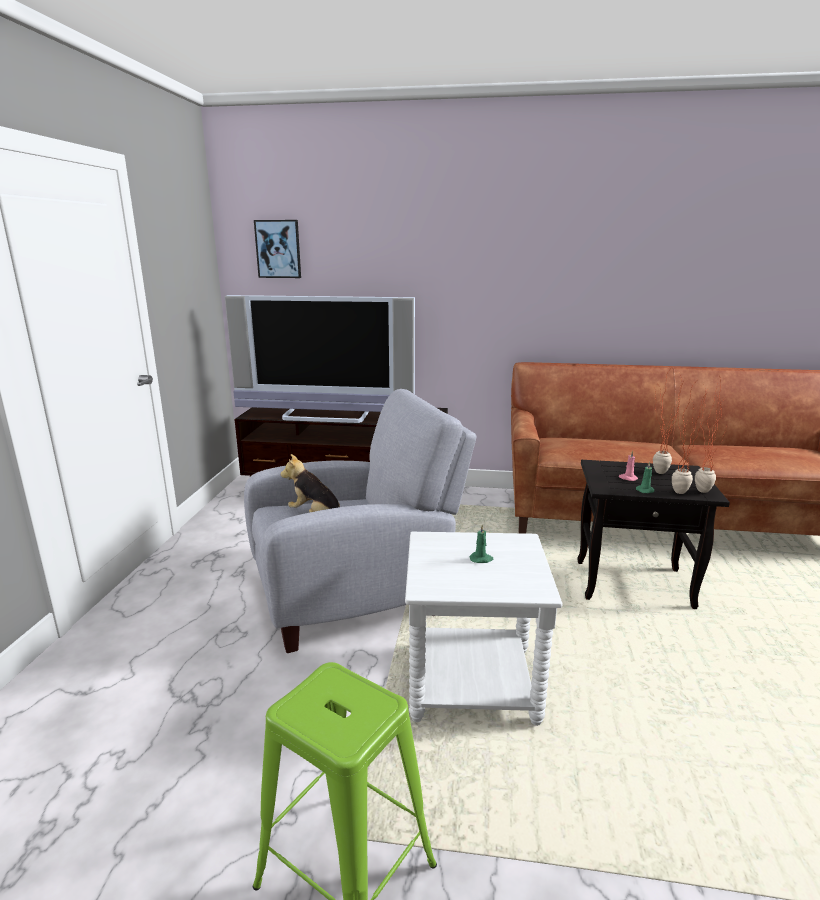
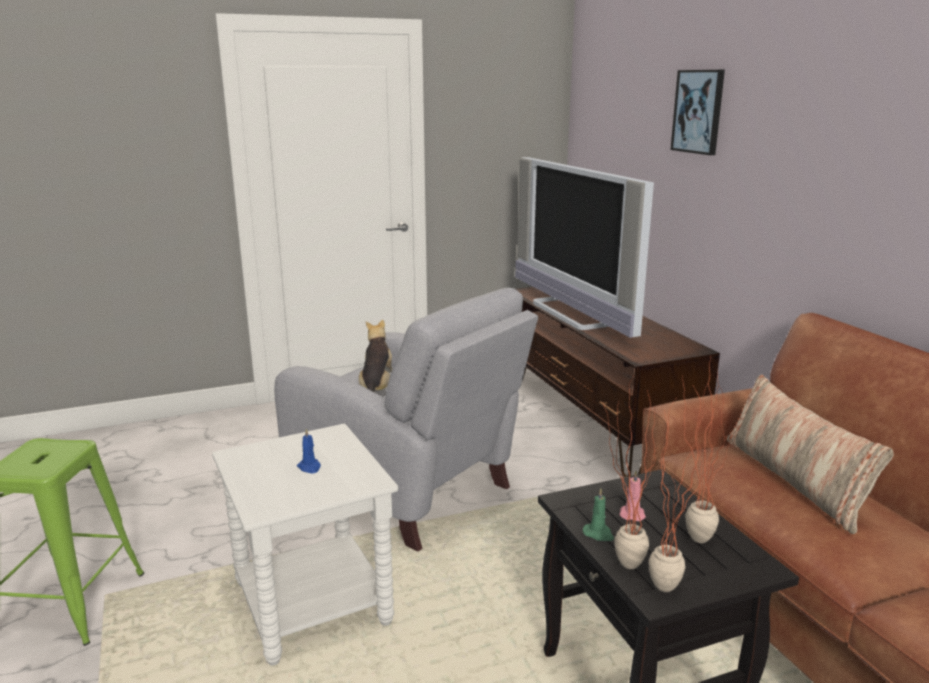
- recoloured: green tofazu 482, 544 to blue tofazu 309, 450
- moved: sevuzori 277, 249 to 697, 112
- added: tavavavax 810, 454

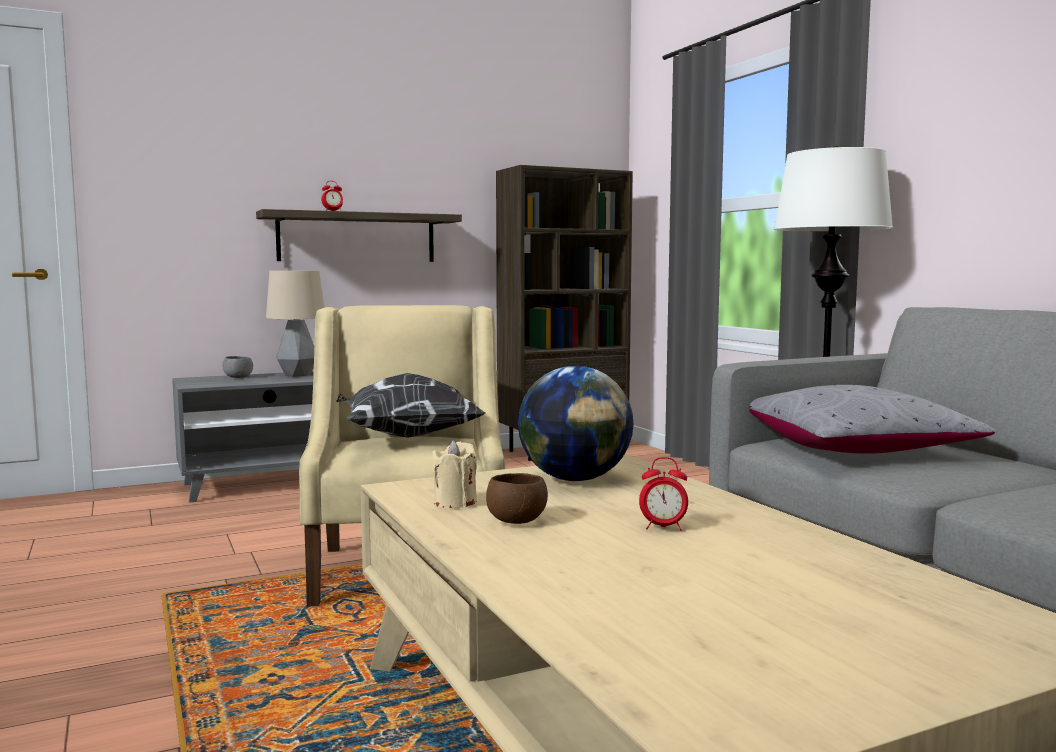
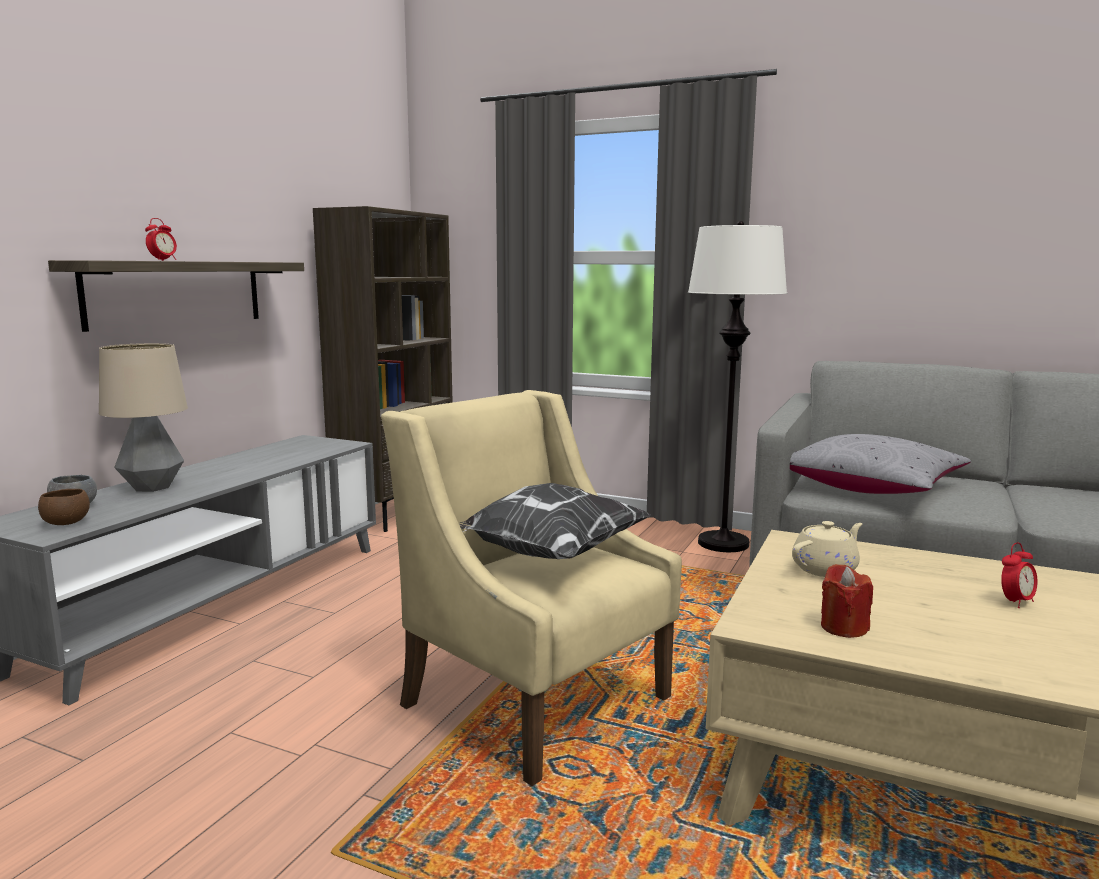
- moved: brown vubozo 517, 498 to 64, 507
- replaced: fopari 576, 423 to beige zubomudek 827, 549
- recoloured: beige tofazu 455, 474 to red tofazu 847, 601

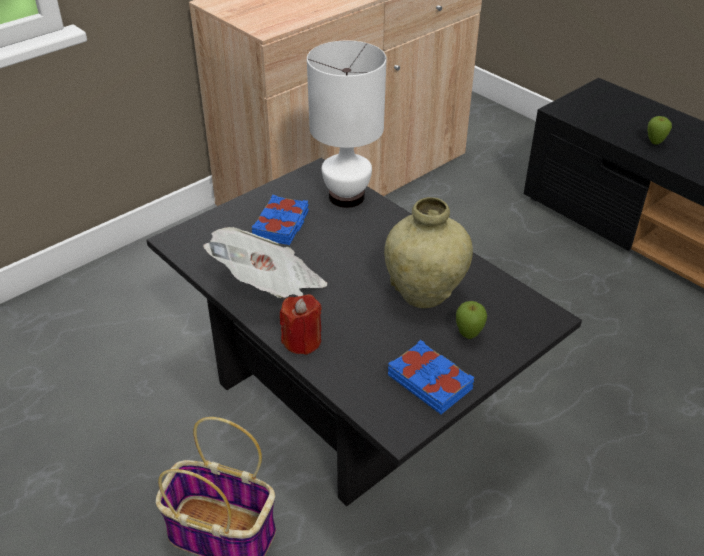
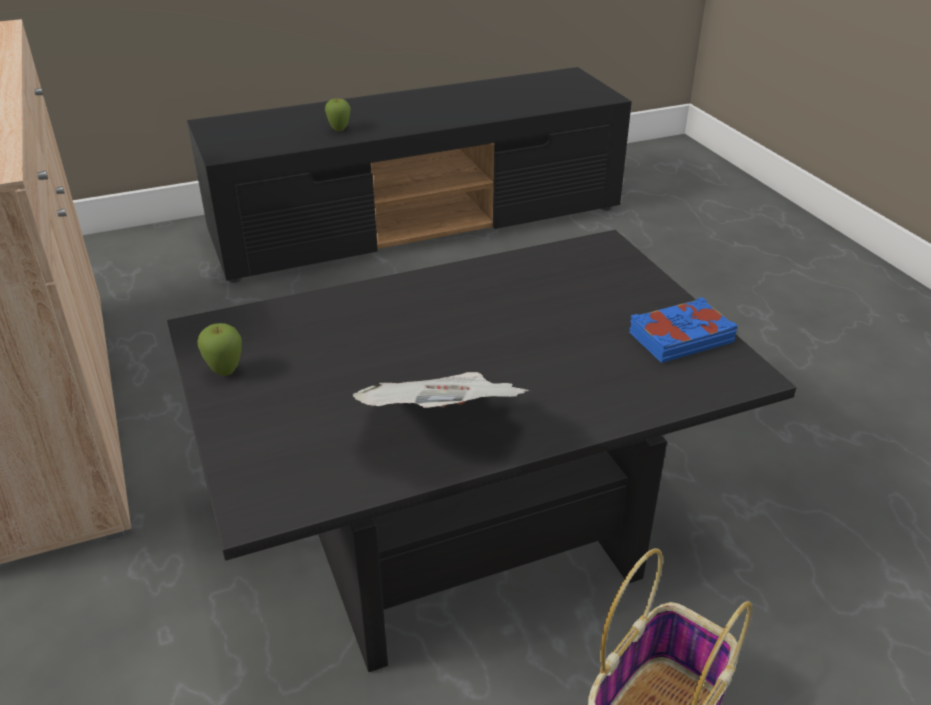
- moved: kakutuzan 471, 320 to 219, 349
- removed: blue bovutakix 280, 220
- removed: red tofazu 301, 324
- removed: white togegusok 347, 124
- removed: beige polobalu 428, 252

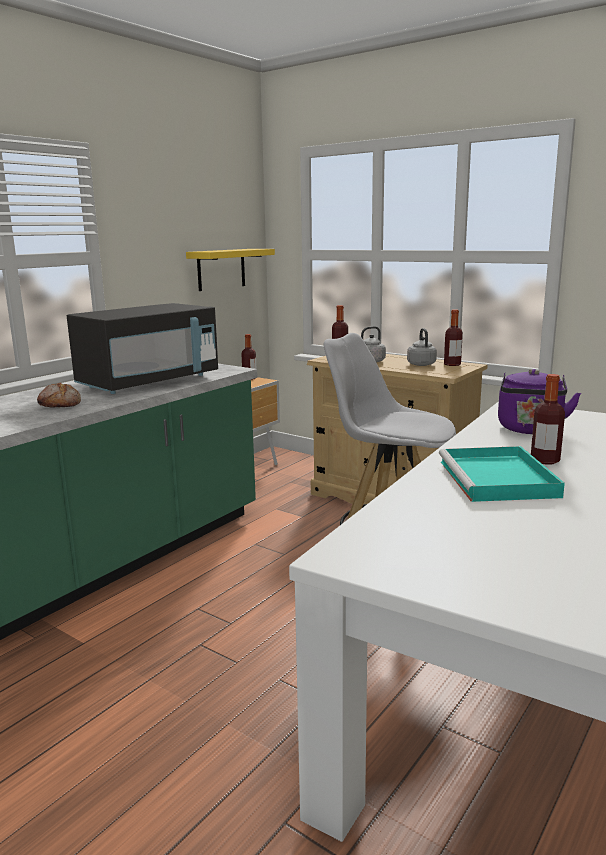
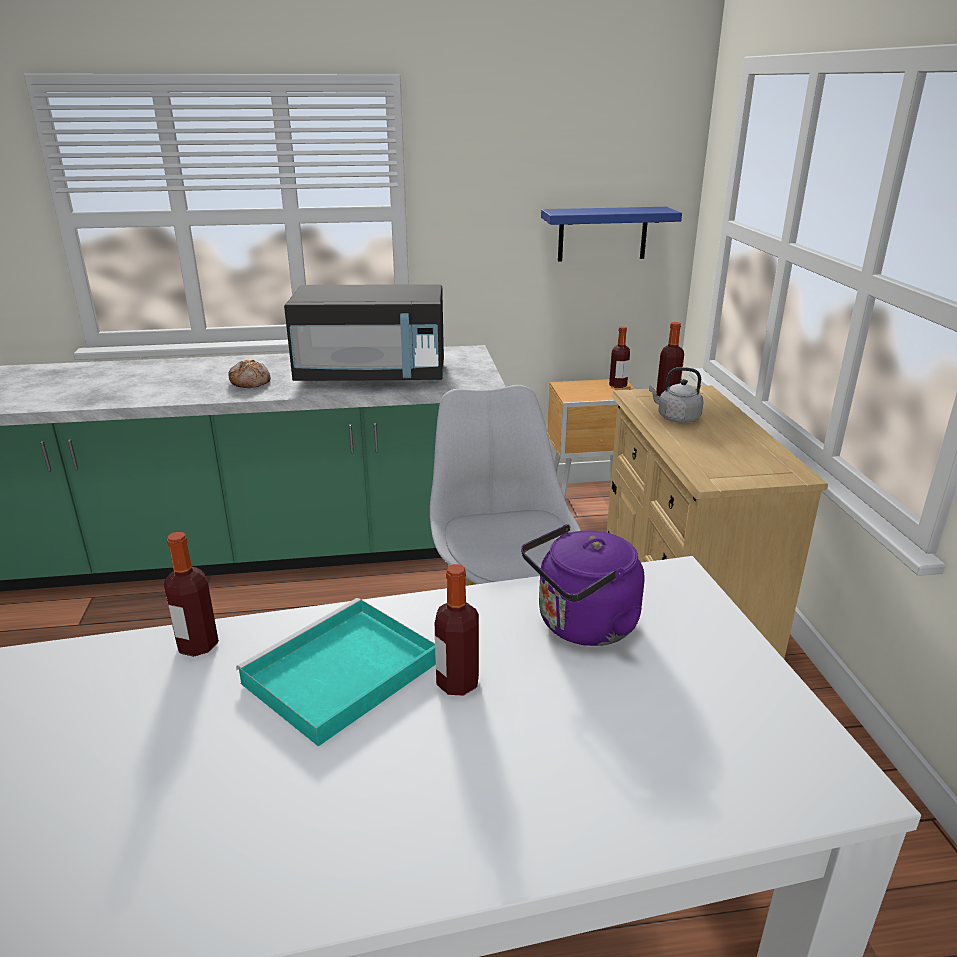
- moved: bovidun 453, 337 to 191, 594
- recoloured: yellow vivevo 230, 270 to blue vivevo 611, 234
- removed: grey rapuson 422, 347

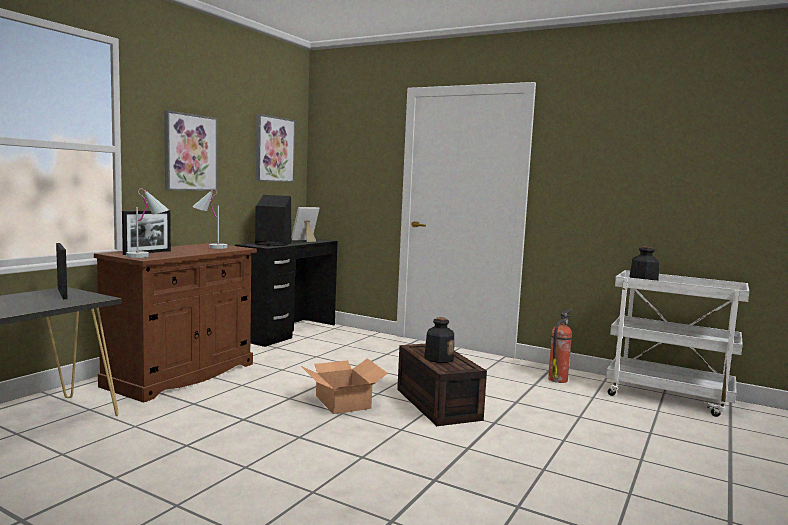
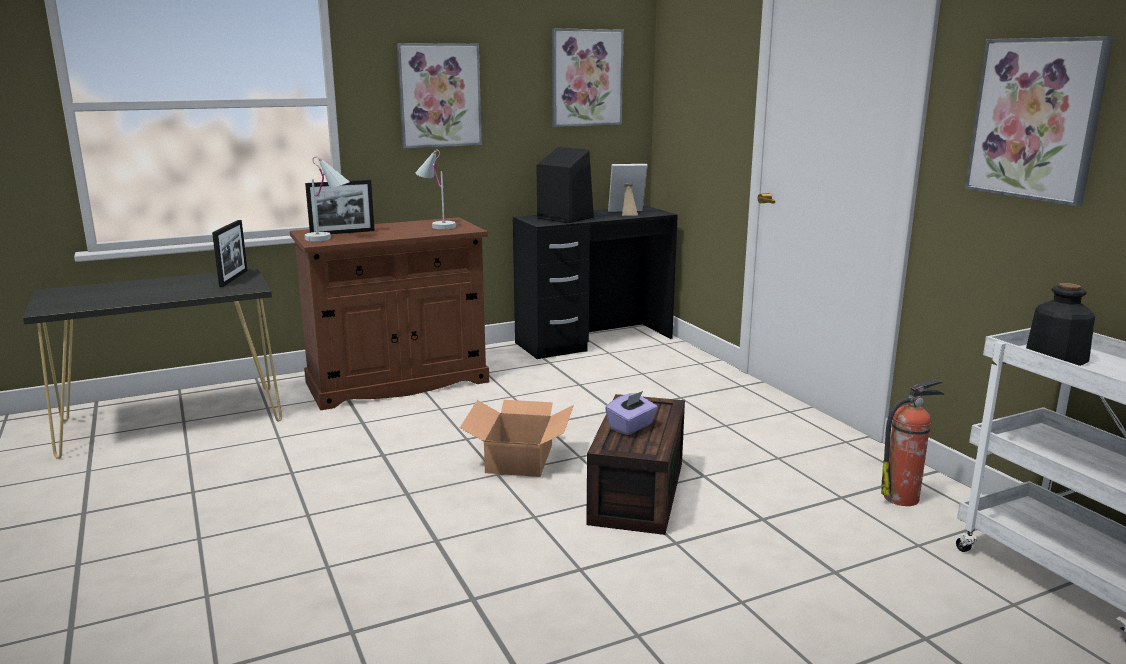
- replaced: bovidun 439, 340 to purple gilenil 631, 413
- added: sevuzori 1039, 121

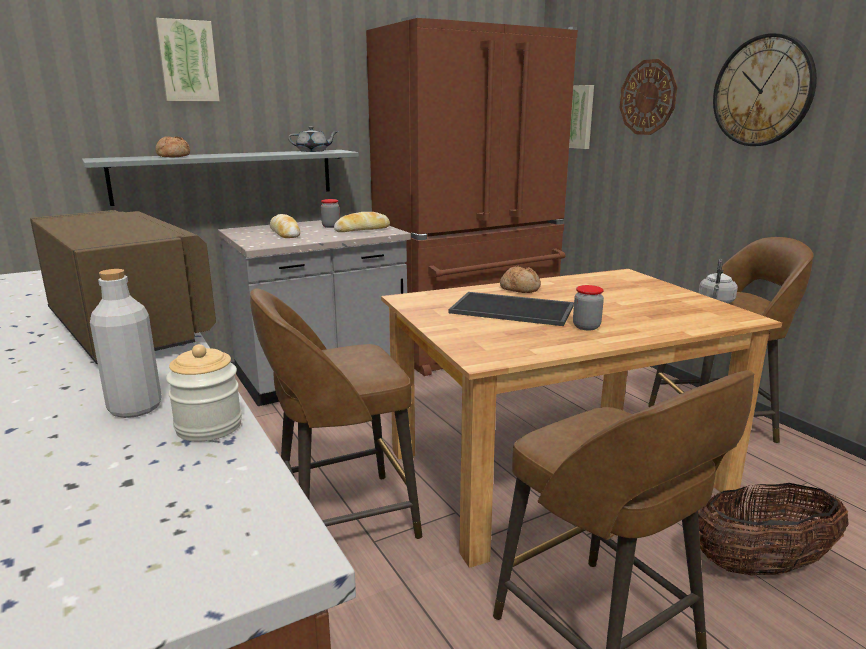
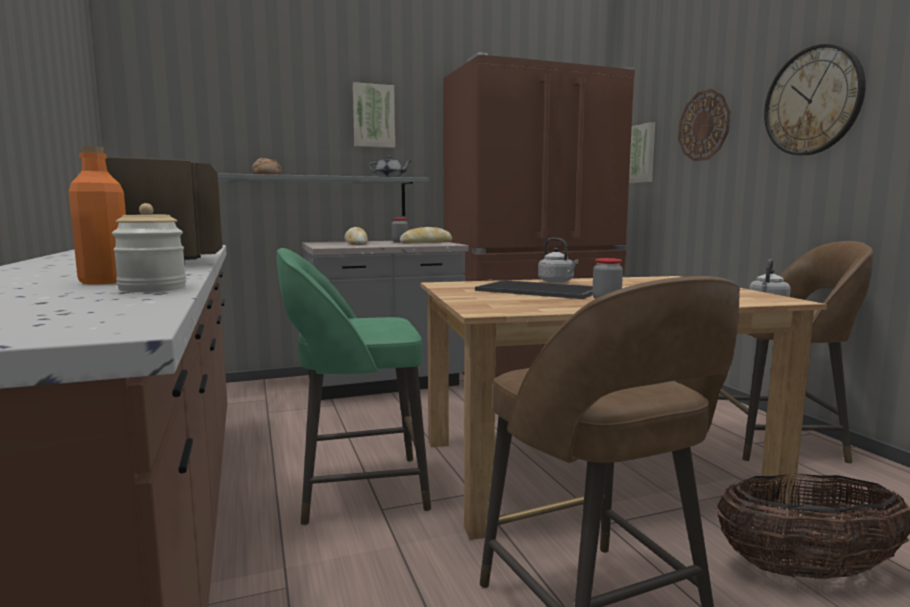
- recoloured: grey bovidun 126, 343 to orange bovidun 97, 215
- recoloured: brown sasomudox 336, 413 to green sasomudox 354, 387
- moved: sevuzori 187, 59 to 374, 115
- replaced: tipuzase 520, 279 to grey rapuson 558, 260

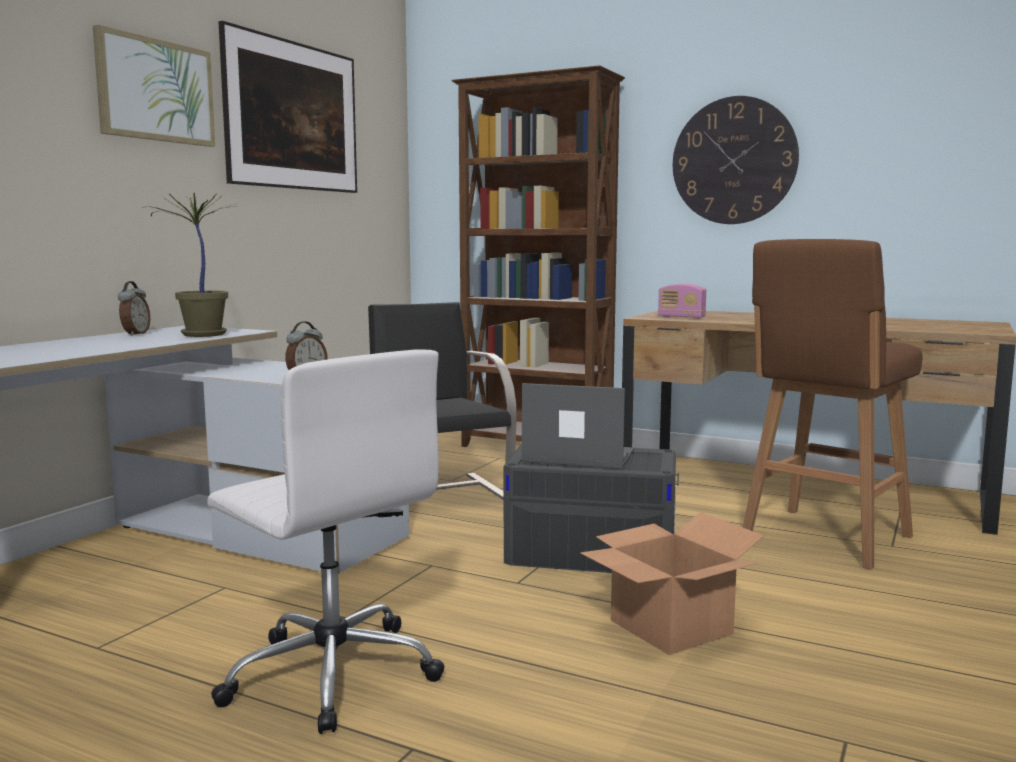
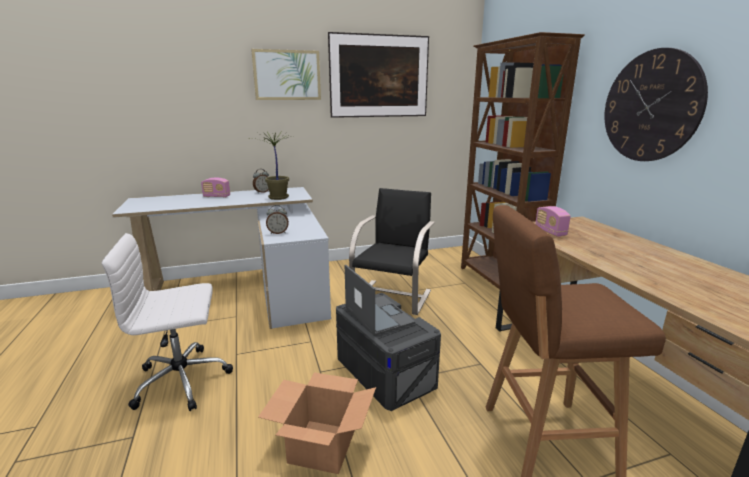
- turned: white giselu 326, 541 = 167, 322 75 degrees clockwise
- added: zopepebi 215, 188

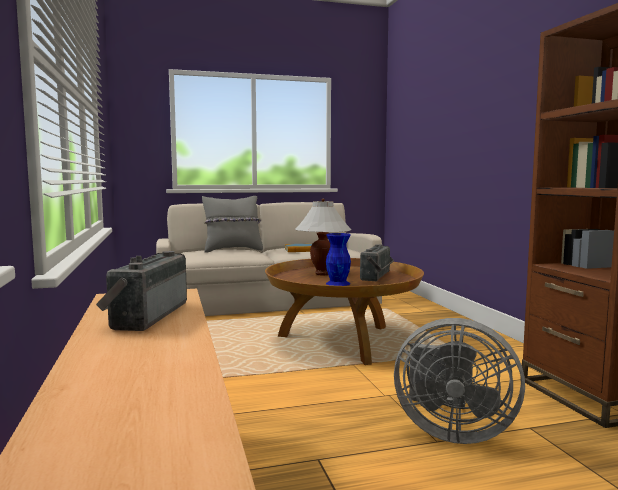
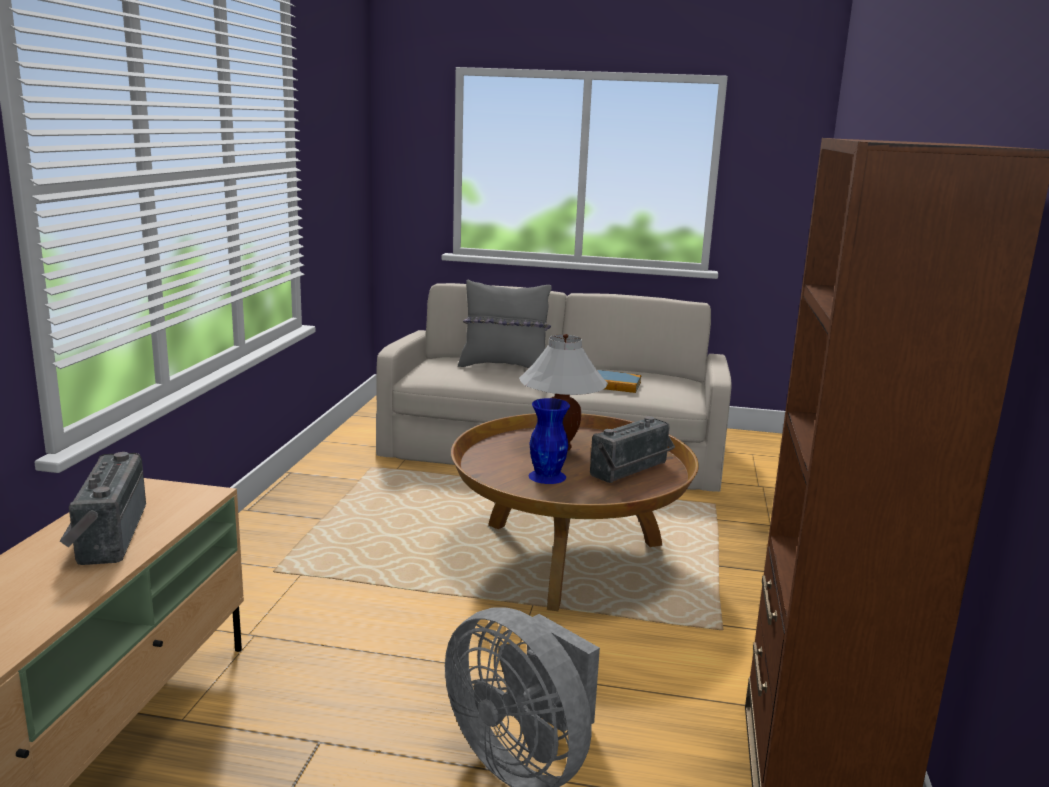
- turned: zopepebi 141, 291 = 103, 508 45 degrees counterclockwise

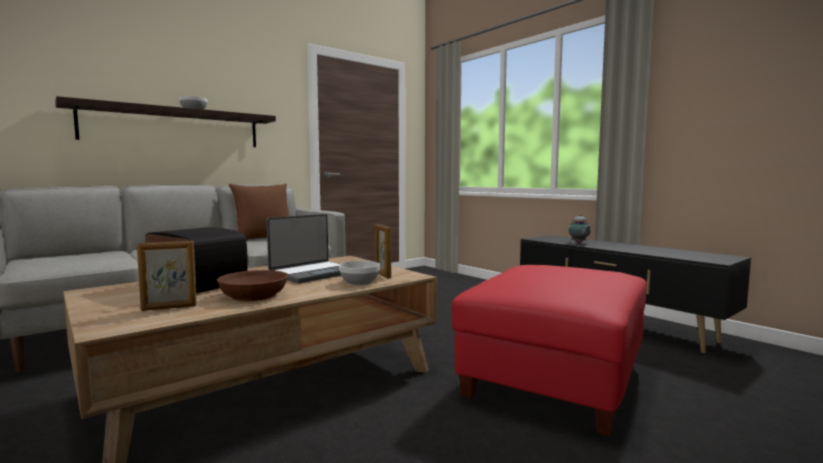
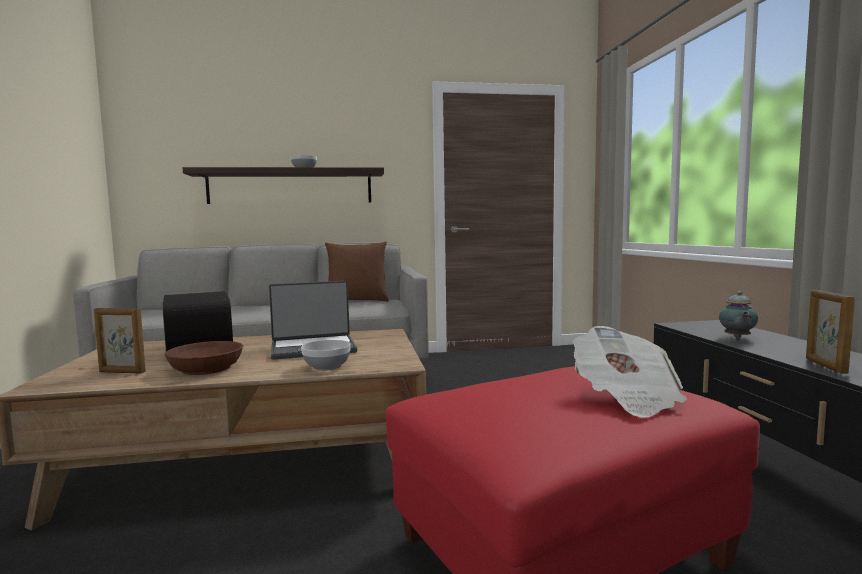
- added: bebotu 630, 372
- moved: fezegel 382, 251 to 830, 332

